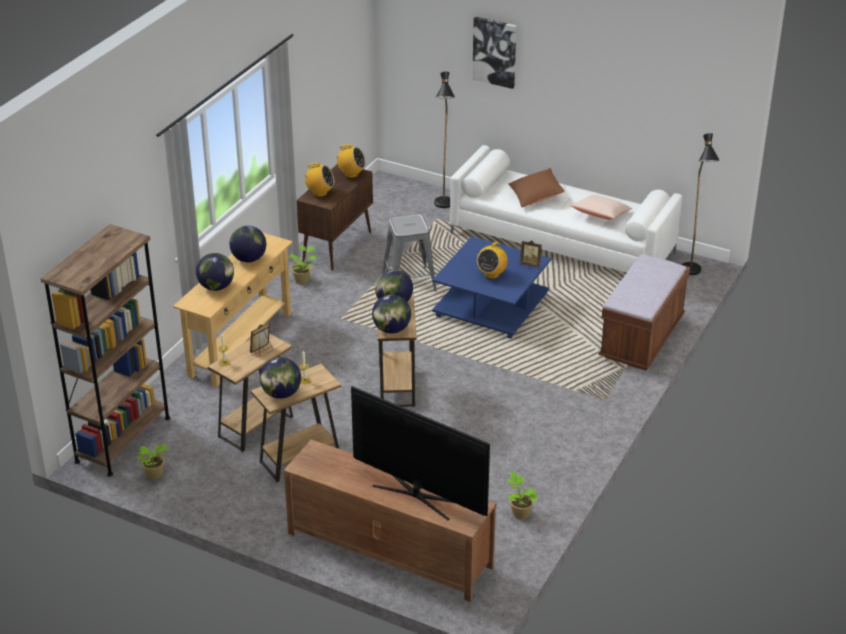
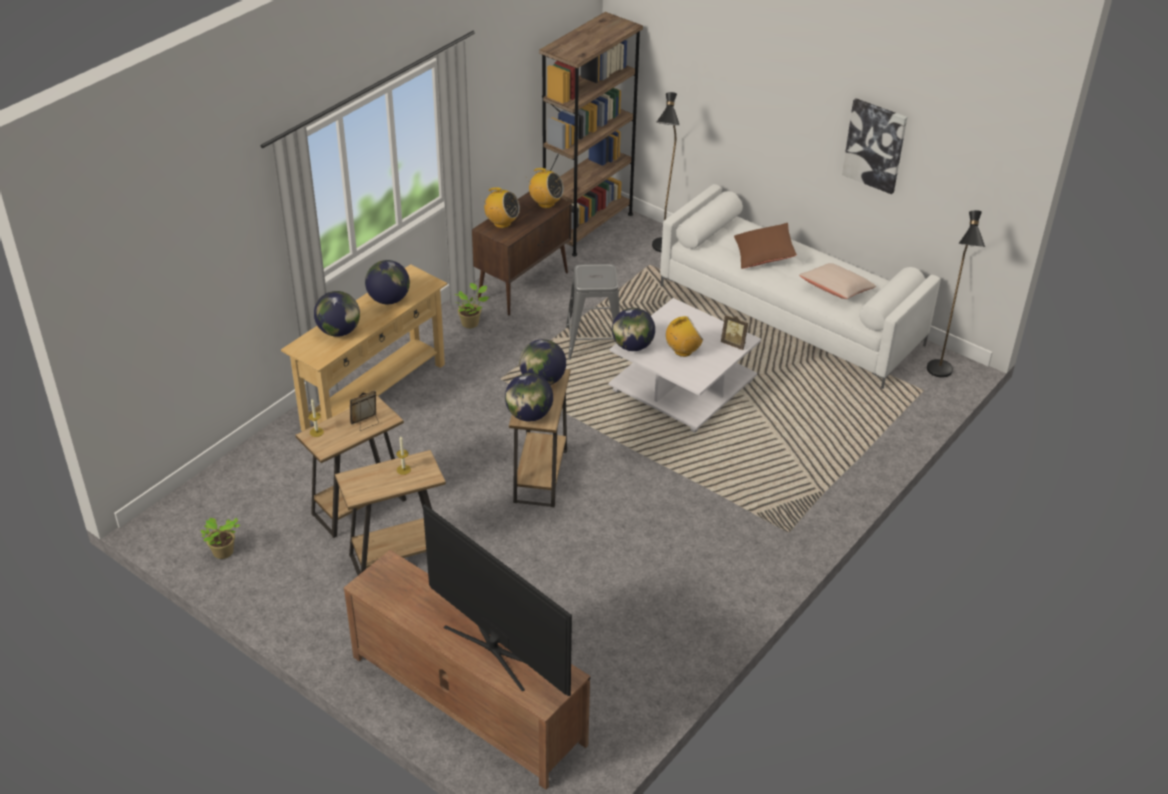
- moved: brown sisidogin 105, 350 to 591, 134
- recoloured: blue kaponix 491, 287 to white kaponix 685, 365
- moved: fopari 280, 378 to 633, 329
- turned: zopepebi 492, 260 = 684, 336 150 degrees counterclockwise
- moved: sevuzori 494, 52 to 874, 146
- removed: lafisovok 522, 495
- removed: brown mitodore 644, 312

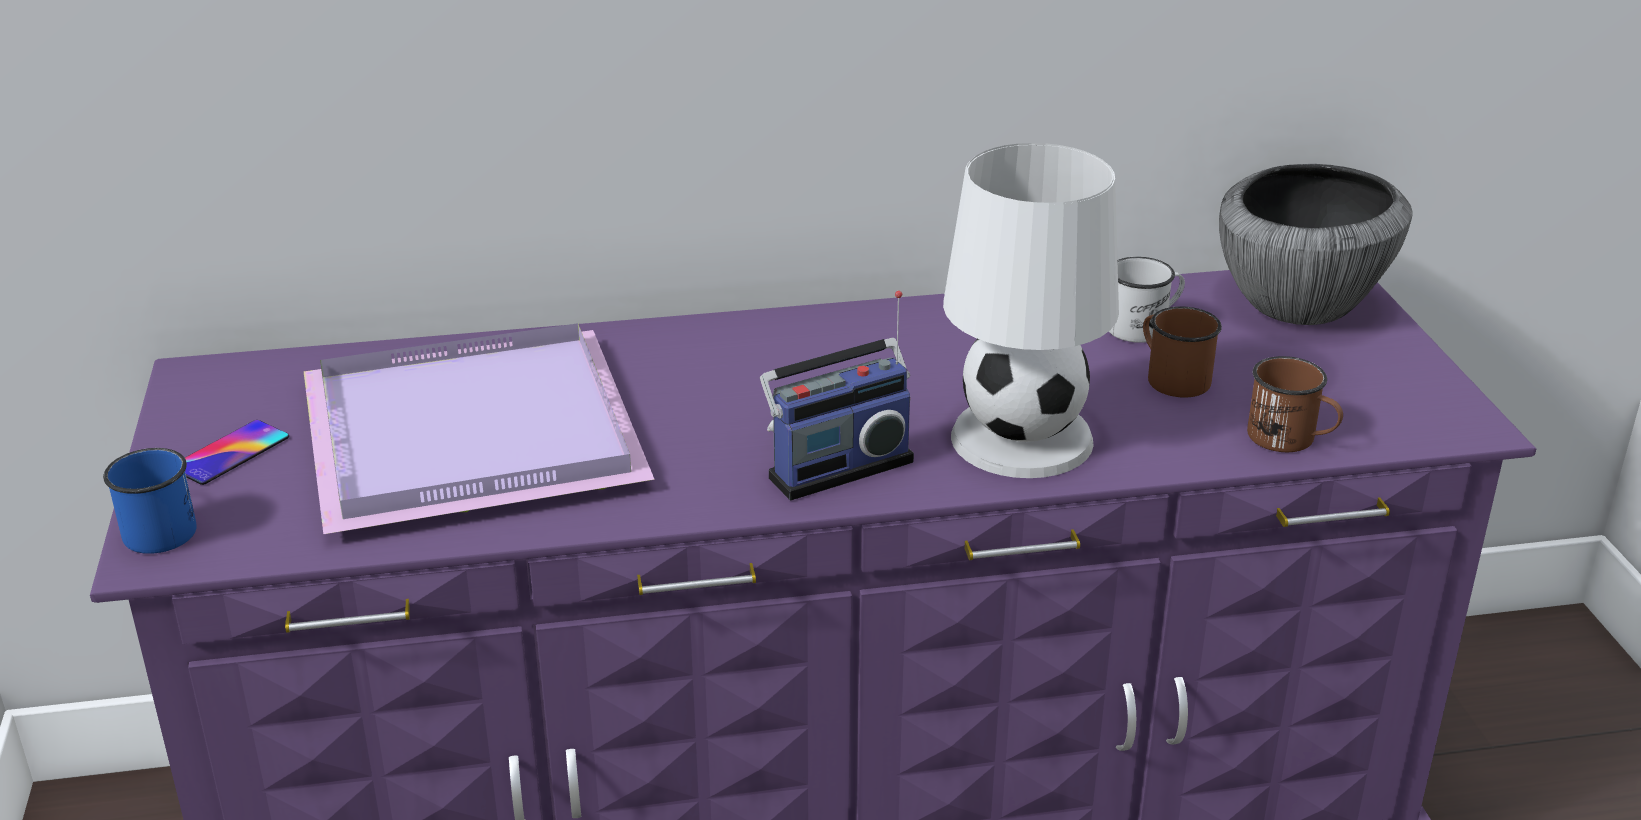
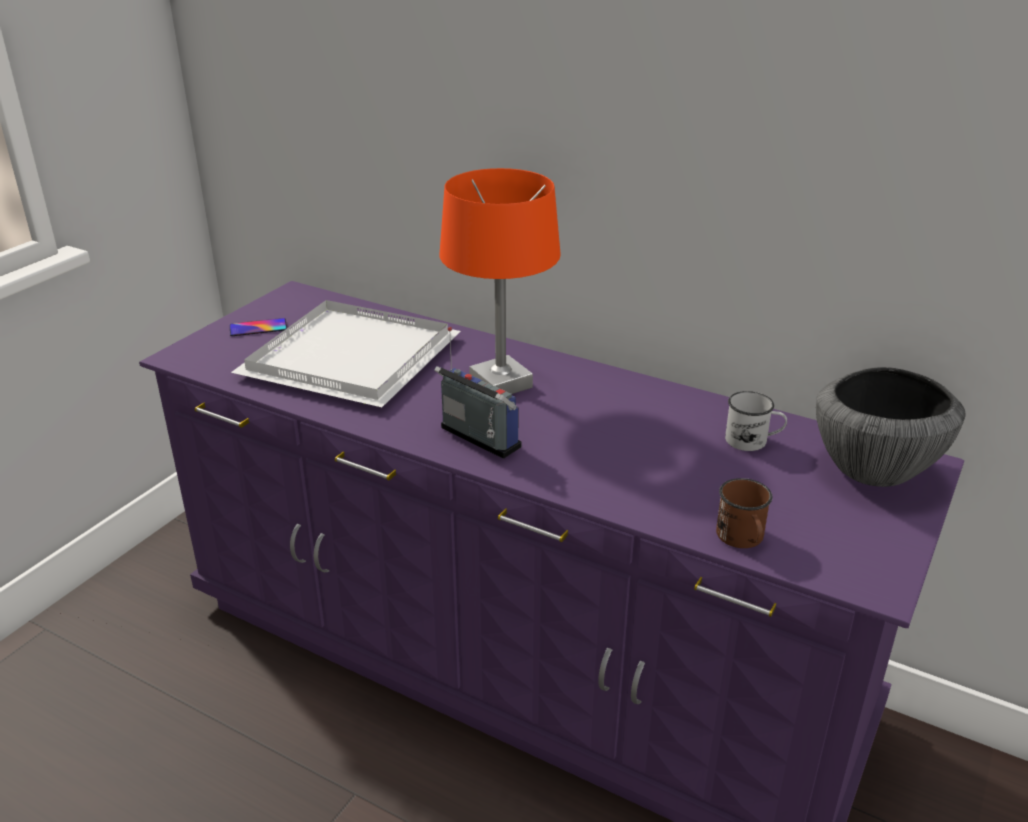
- recoloured: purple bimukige 479, 428 to white bimukige 346, 353
- turned: zopepebi 837, 396 = 478, 393 150 degrees counterclockwise
- added: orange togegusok 500, 281
- removed: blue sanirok 150, 501
- removed: white togegusok 1031, 310
- removed: brown sanirok 1182, 352

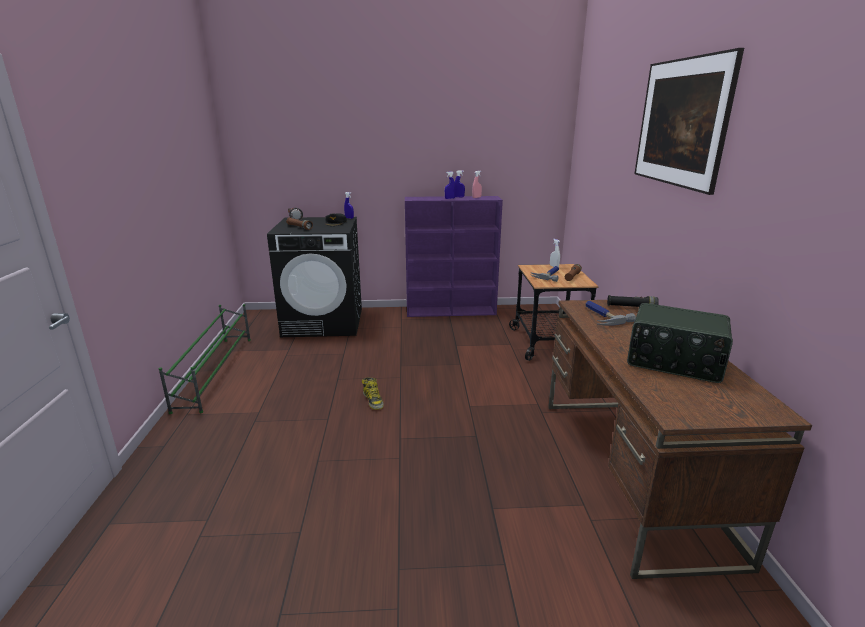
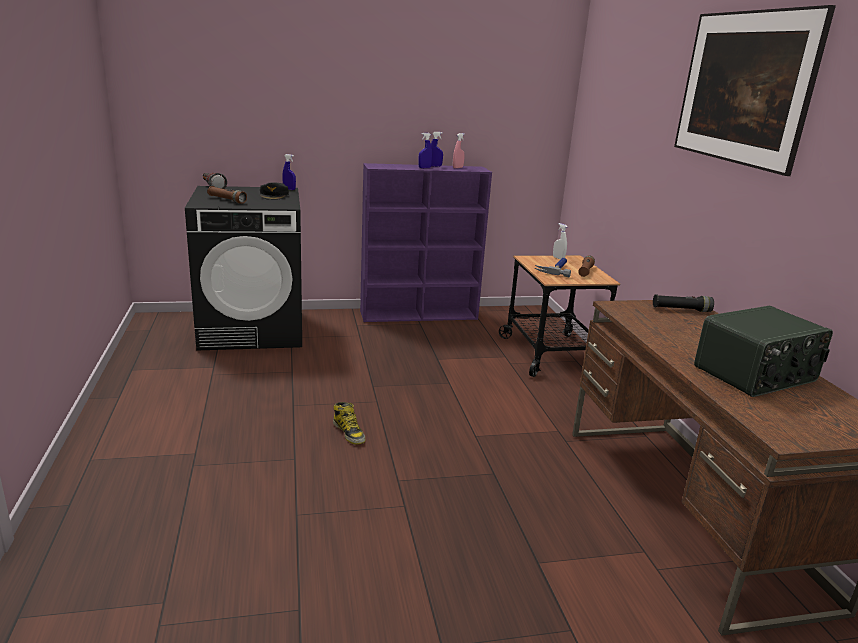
- turned: zopepebi 680, 343 = 763, 351 45 degrees counterclockwise
- removed: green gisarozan 204, 359
- removed: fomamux 611, 313

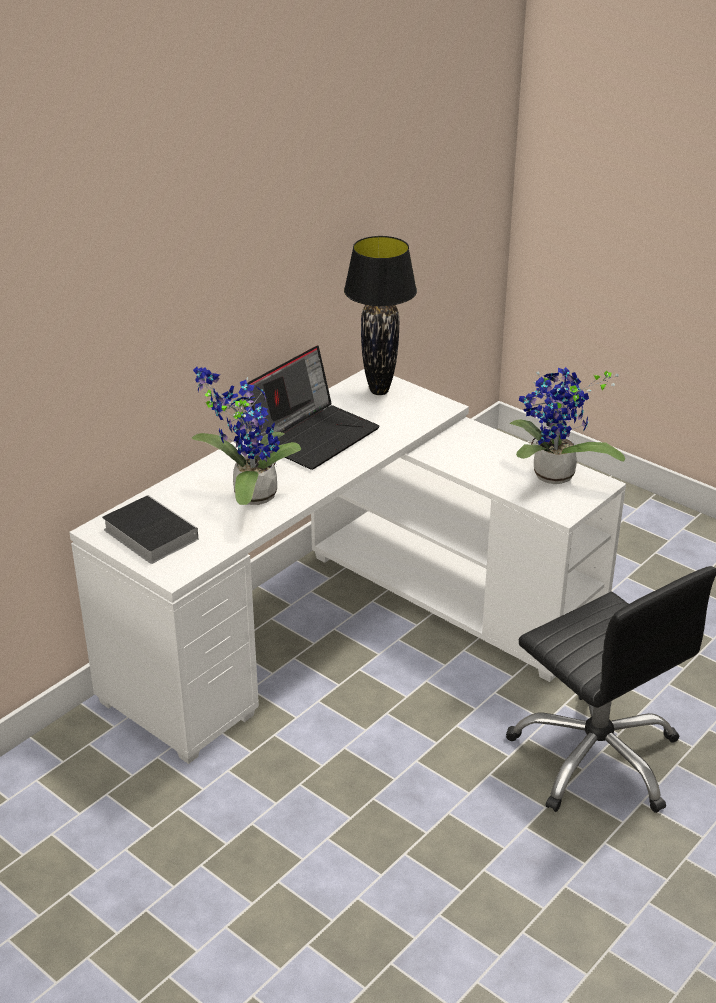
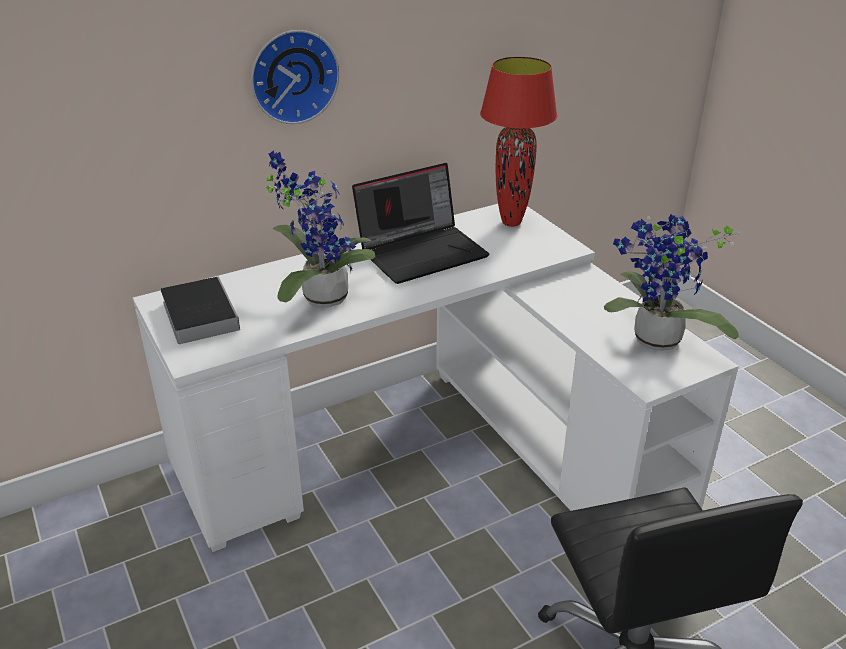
- added: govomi 295, 77
- recoloured: black togegusok 380, 315 to red togegusok 518, 142

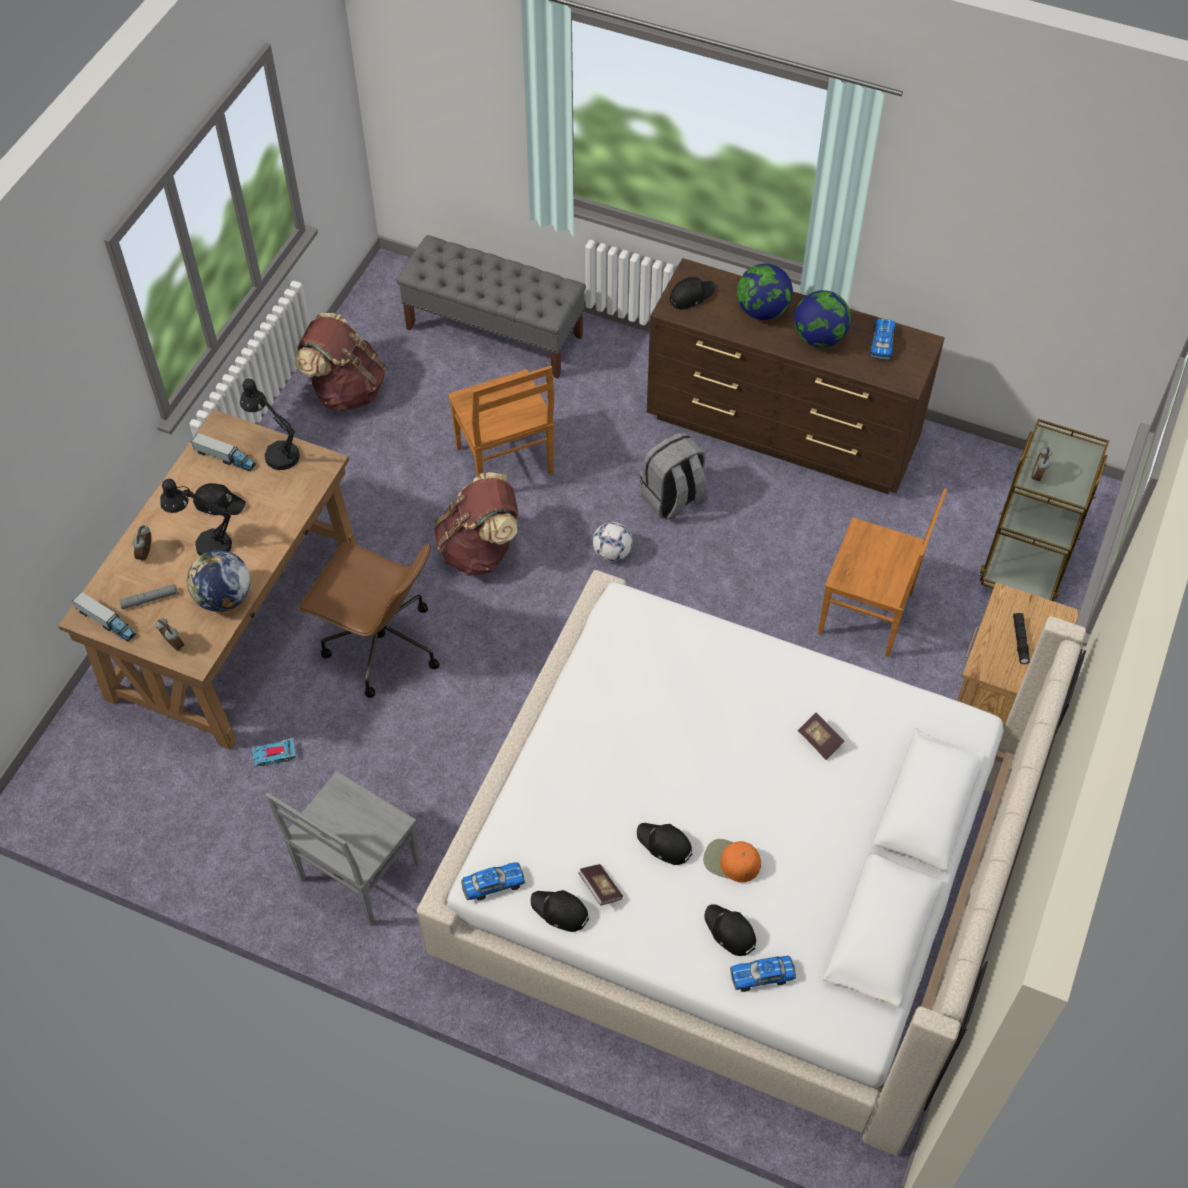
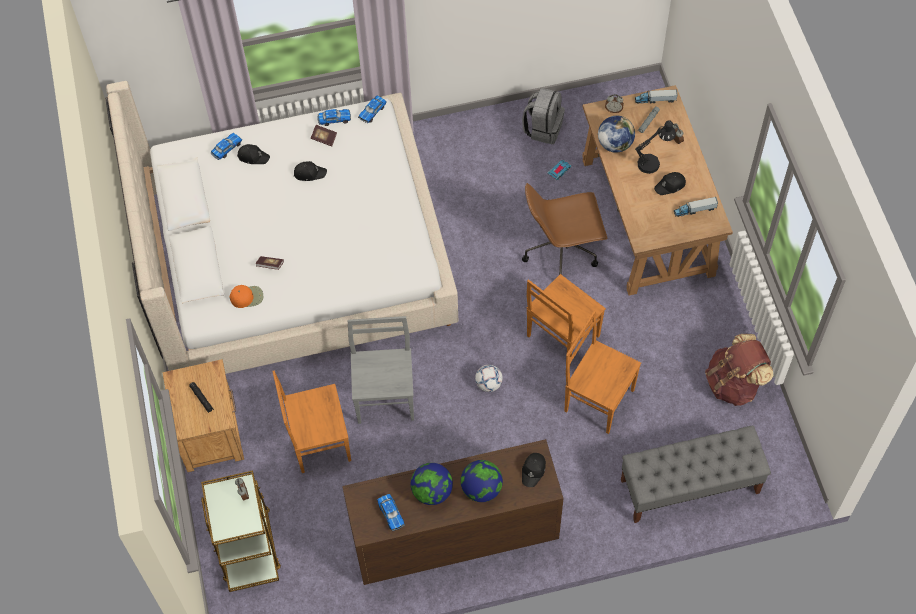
- moved: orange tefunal 732, 861 to 246, 296
- replaced: black tefunal 559, 911 to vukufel 334, 117
- moved: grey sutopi 343, 848 to 380, 370
- moved: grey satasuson 674, 476 to 543, 116
- replaced: brown satasuson 476, 524 to brown sutopi 566, 319
- removed: black togegusok 270, 424

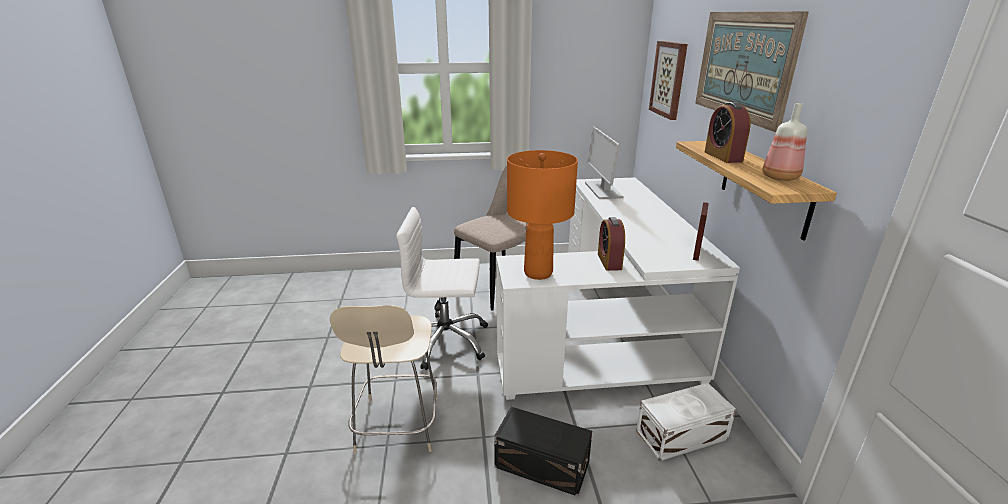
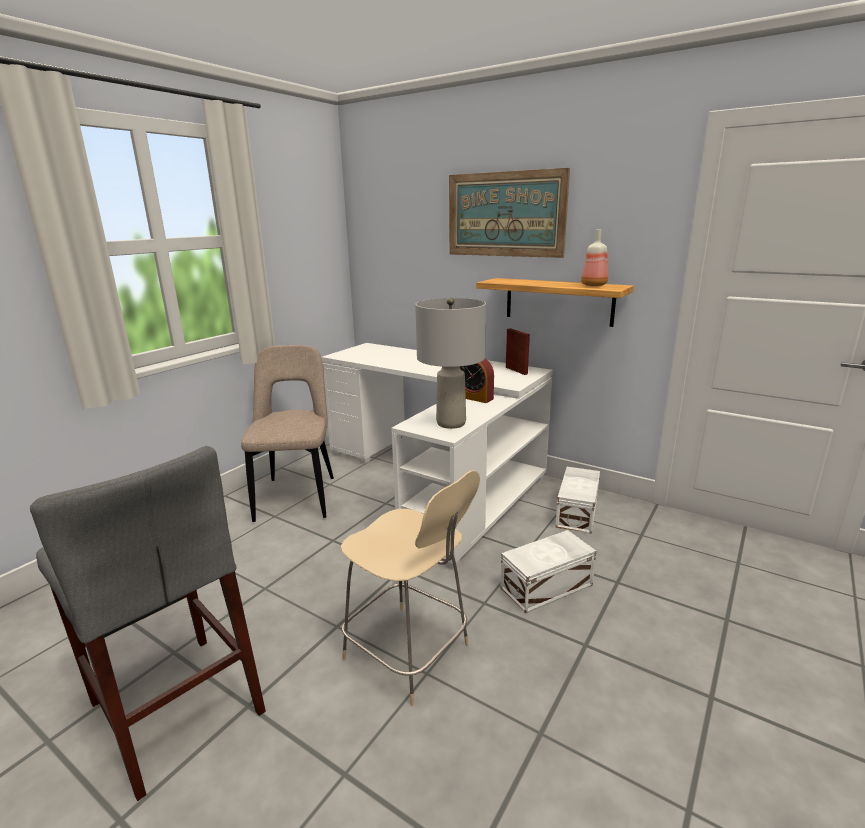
- added: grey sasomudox 148, 623
- recoloured: orange togegusok 542, 215 to grey togegusok 450, 363
- recoloured: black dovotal 543, 452 to white dovotal 548, 572
- removed: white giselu 442, 288
- removed: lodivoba 604, 163
- removed: sevuzori 668, 80
- removed: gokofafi 728, 132

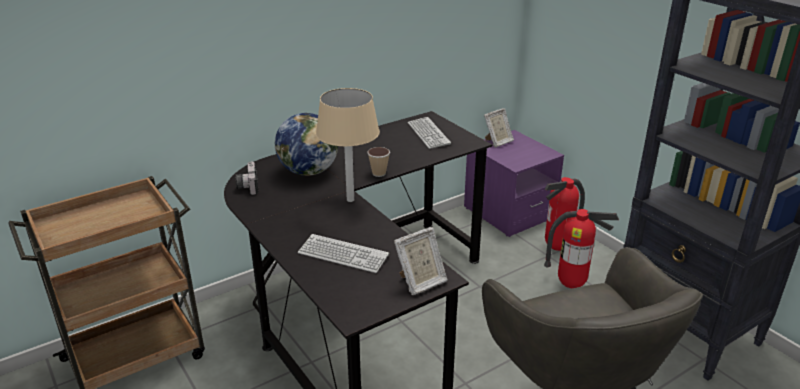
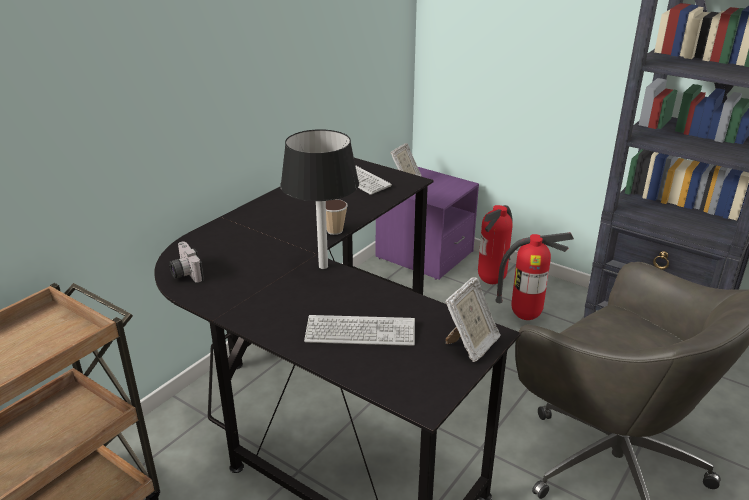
- recoloured: beige togegusok 348, 145 to black togegusok 319, 199
- removed: fopari 306, 144

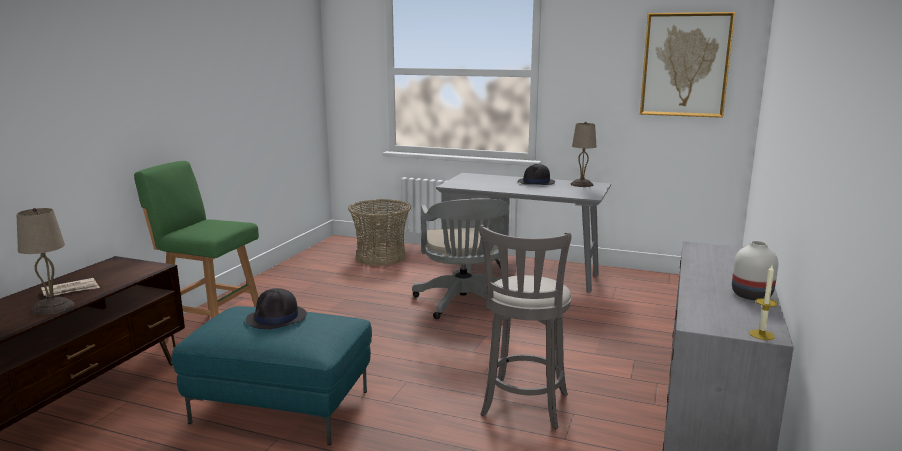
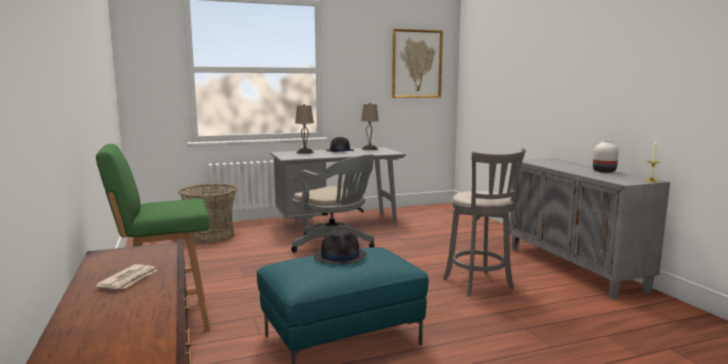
- moved: beige togegusok 45, 261 to 304, 129

